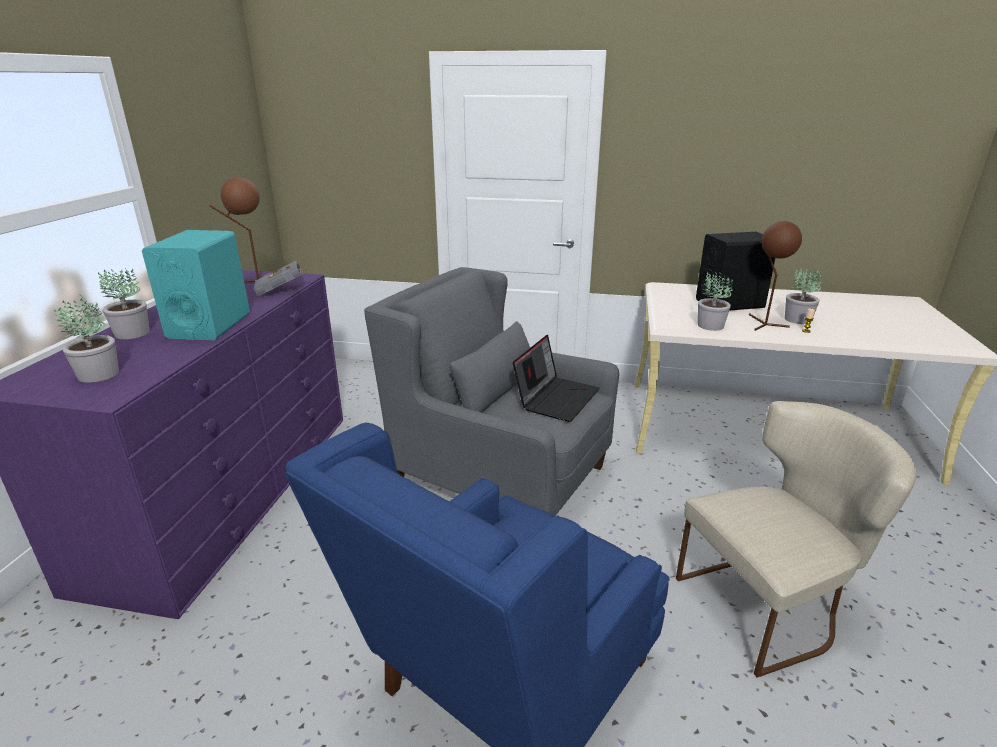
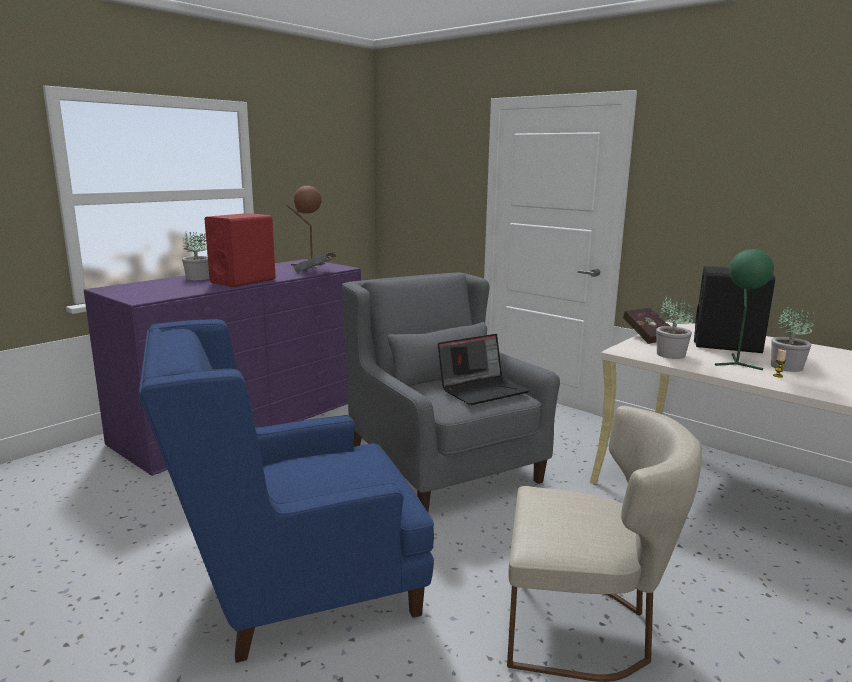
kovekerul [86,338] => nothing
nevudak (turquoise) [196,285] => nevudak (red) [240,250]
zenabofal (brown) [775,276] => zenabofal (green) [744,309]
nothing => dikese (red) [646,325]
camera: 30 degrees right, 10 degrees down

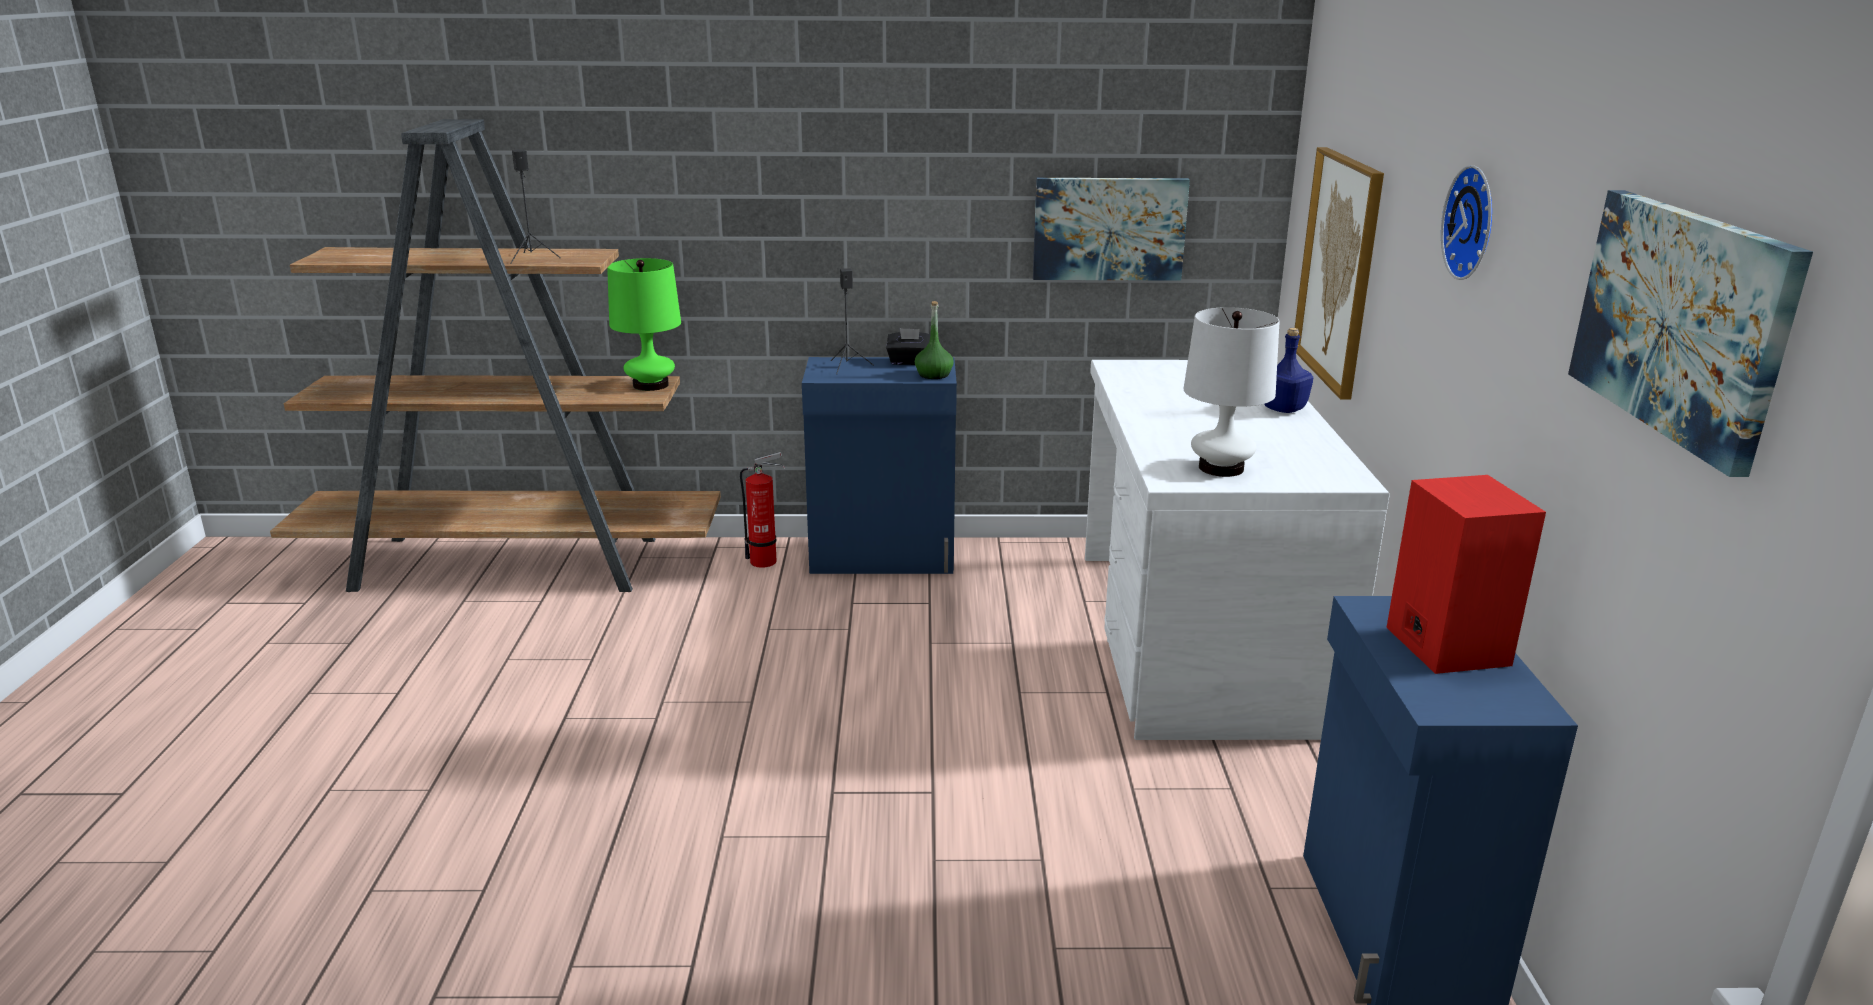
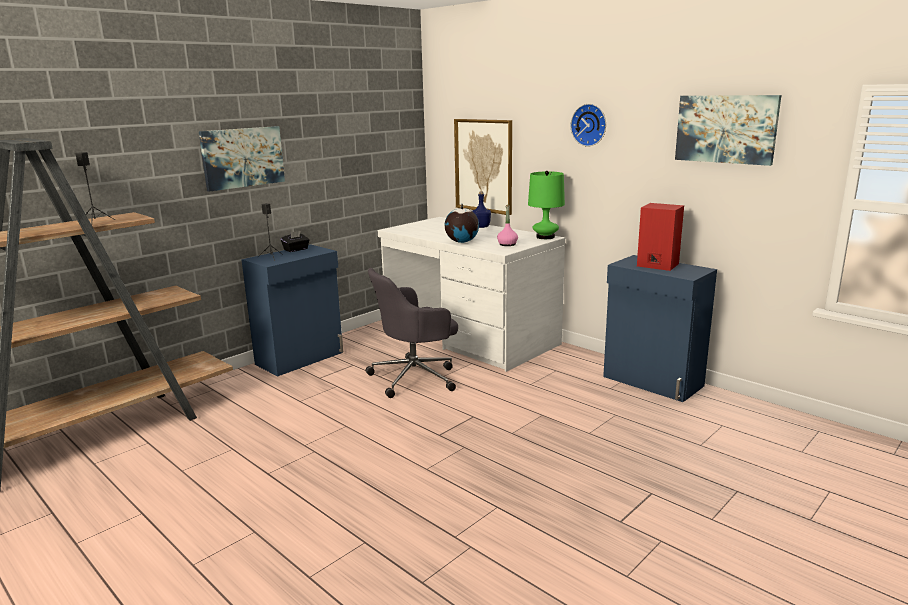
zenabofal (green) [644,324] => zenabofal (green) [546,205], relocated
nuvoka [762,510] => nothing
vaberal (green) [934,340] => nothing
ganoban [1111,229] => ganoban [242,159], relocated
zenabofal (white) [1232,392] => vaberal (pink) [507,225]
nothing => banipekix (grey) [411,333]
nothing => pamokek [461,223]
camera: 45 degrees left, 5 degrees down

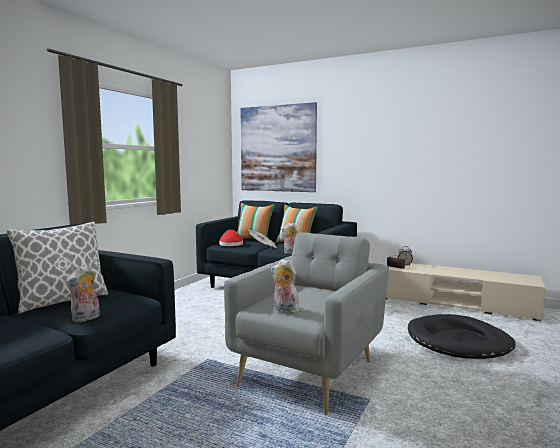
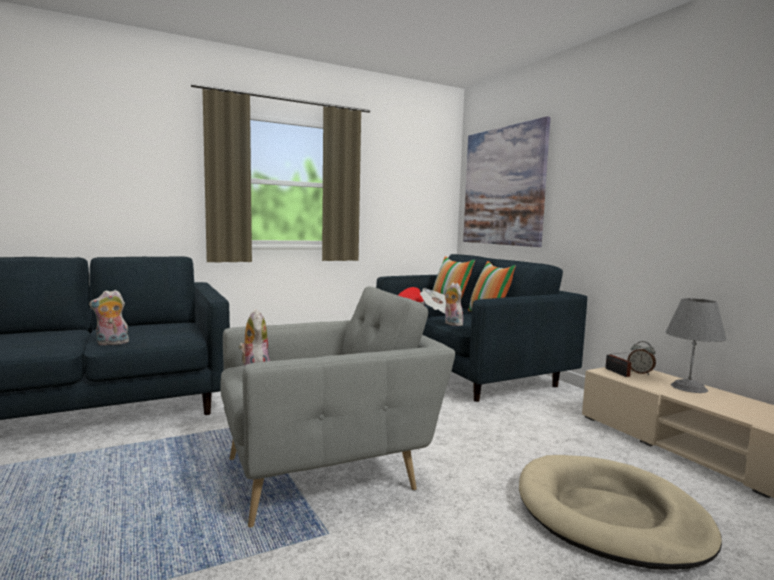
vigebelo [57,268] => nothing
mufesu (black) [462,336] => mufesu (beige) [620,512]
nothing => zenabofal (grey) [696,345]
camera: 35 degrees right, 0 degrees up

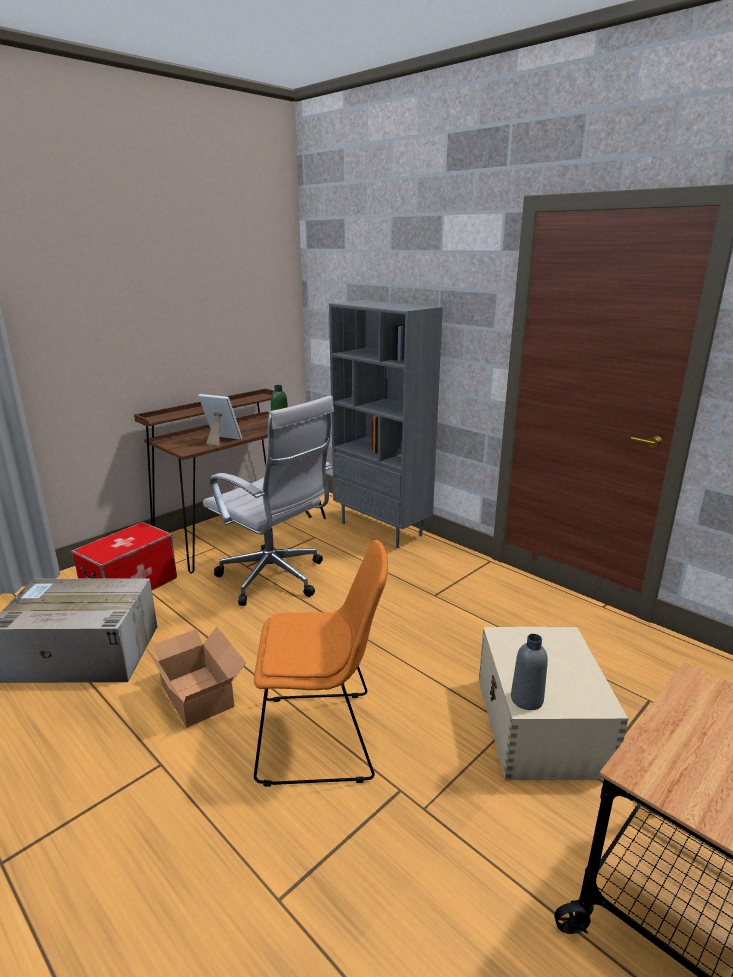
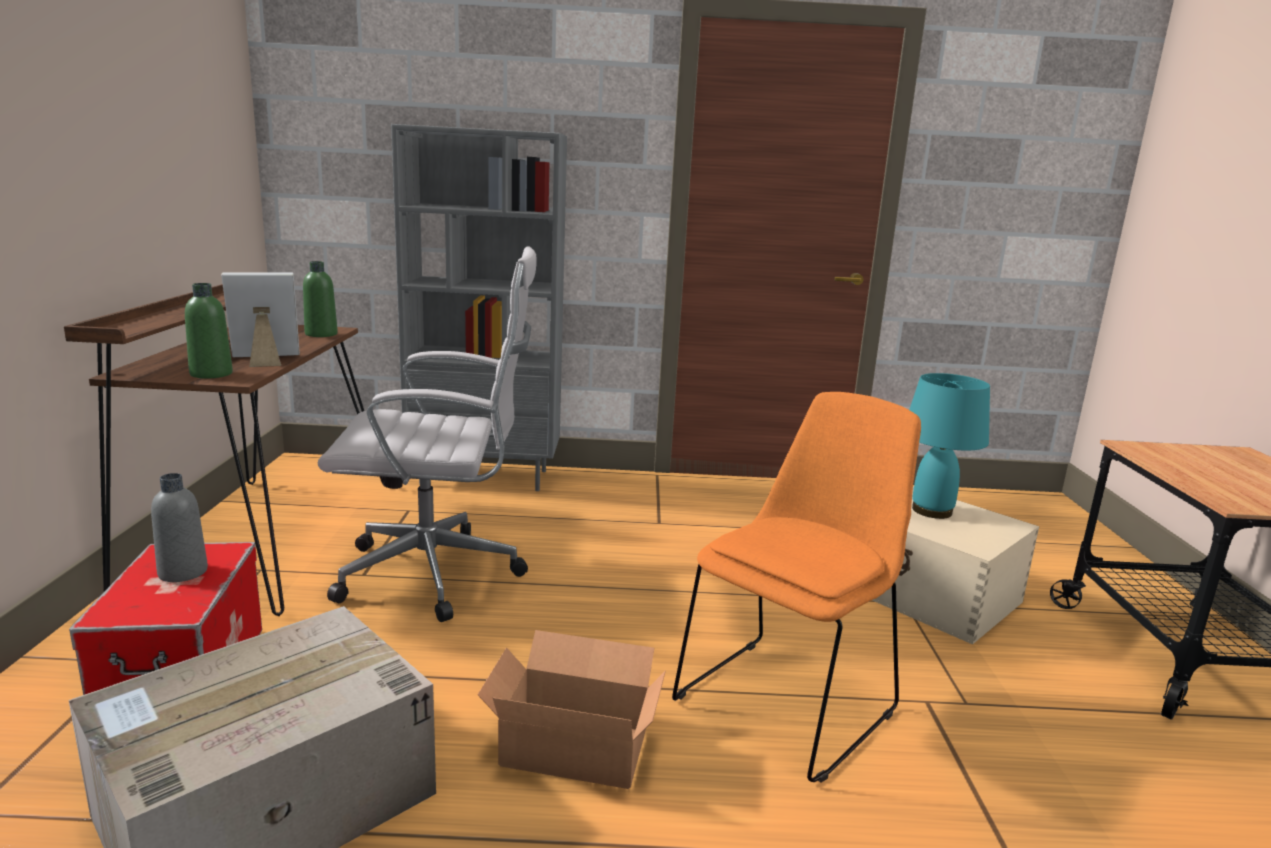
vaberal (grey) [529,672] => vaberal (grey) [179,527], relocated
nothing => vaberal (green) [209,331]
nothing => zenabofal (turquoise) [949,446]
camera: 45 degrees left, 5 degrees down

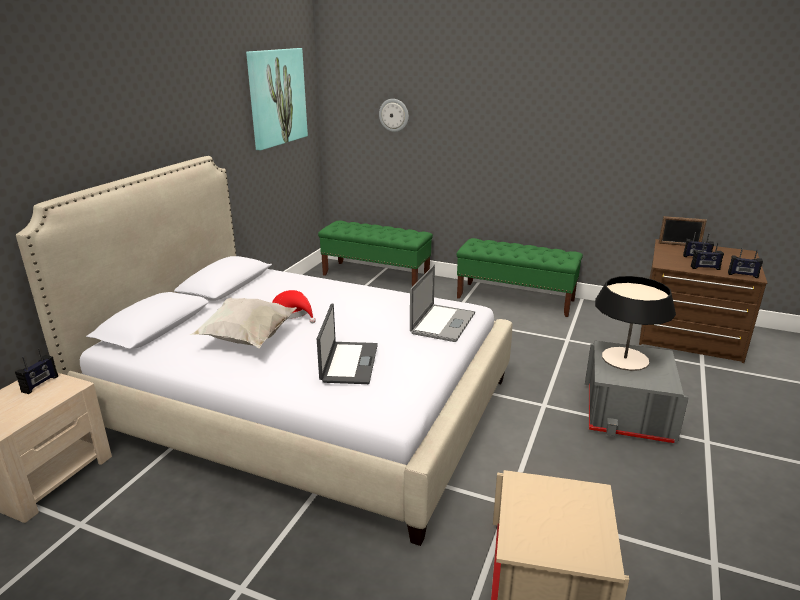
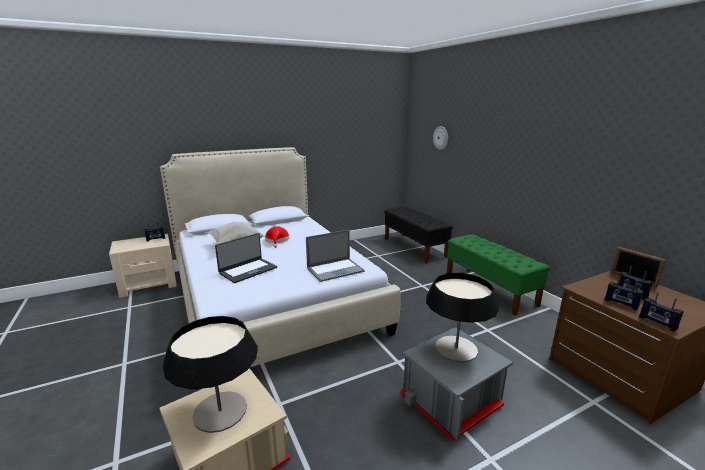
ganoban [277,99] => nothing
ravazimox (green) [375,254] => ravazimox (black) [418,234]
nothing => zenabofal [210,374]
camera: 40 degrees right, 5 degrees down

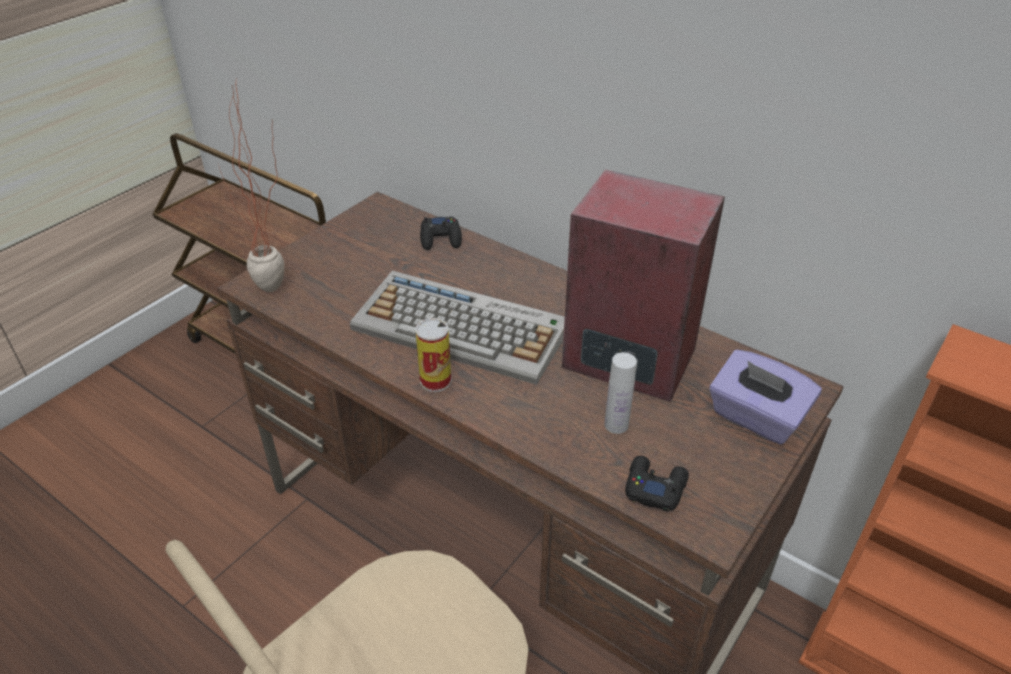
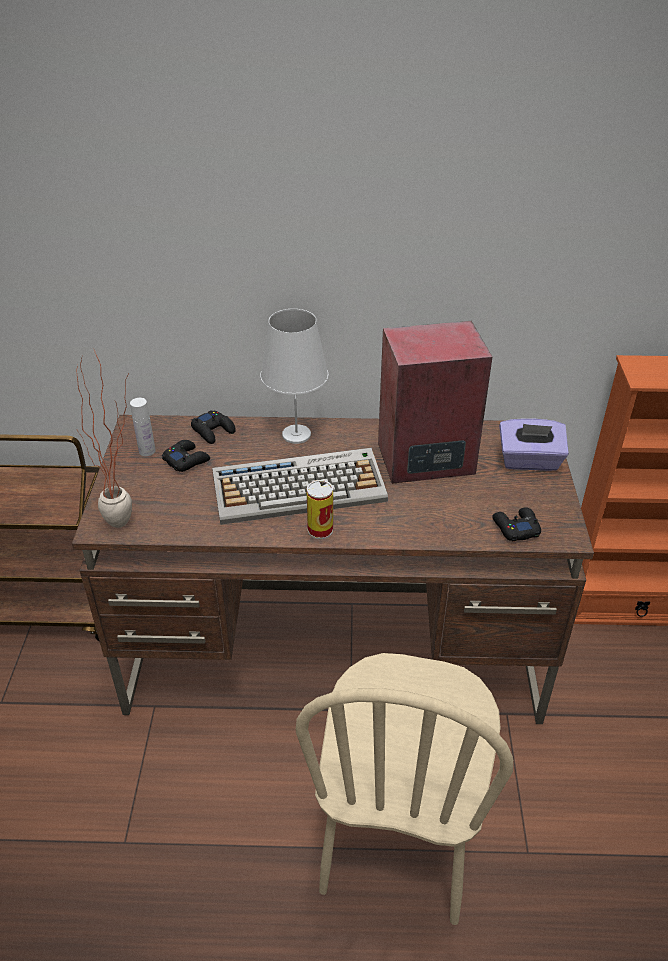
vaberal (white) [620,393] => vaberal (white) [143,427], relocated
nothing => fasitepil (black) [186,456]
nothing => zenabofal (white) [294,376]
camera: 35 degrees left, 0 degrees up

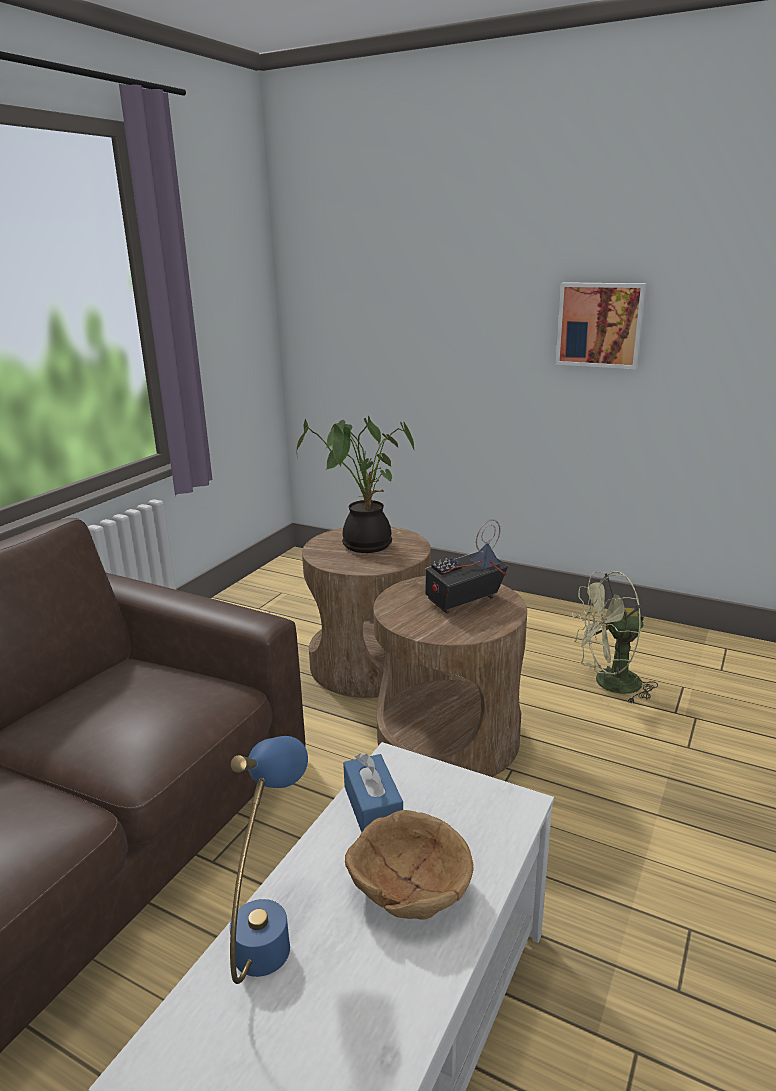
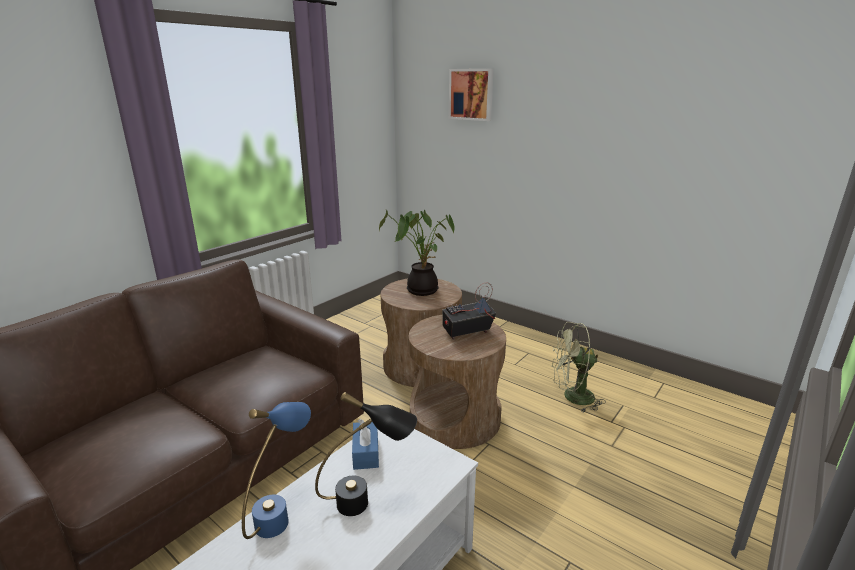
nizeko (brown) [409,865] => zenabofal (black) [366,454]
ganoban [601,325] => ganoban [471,95], relocated
camera: 10 degrees right, 0 degrees up

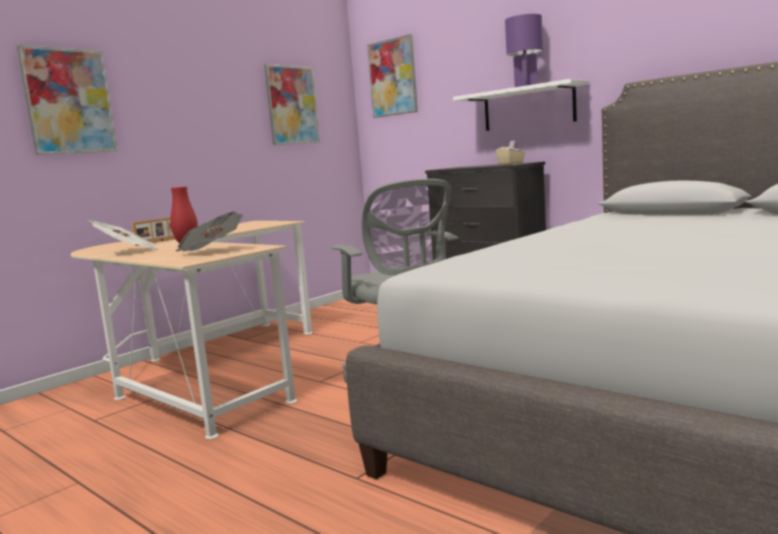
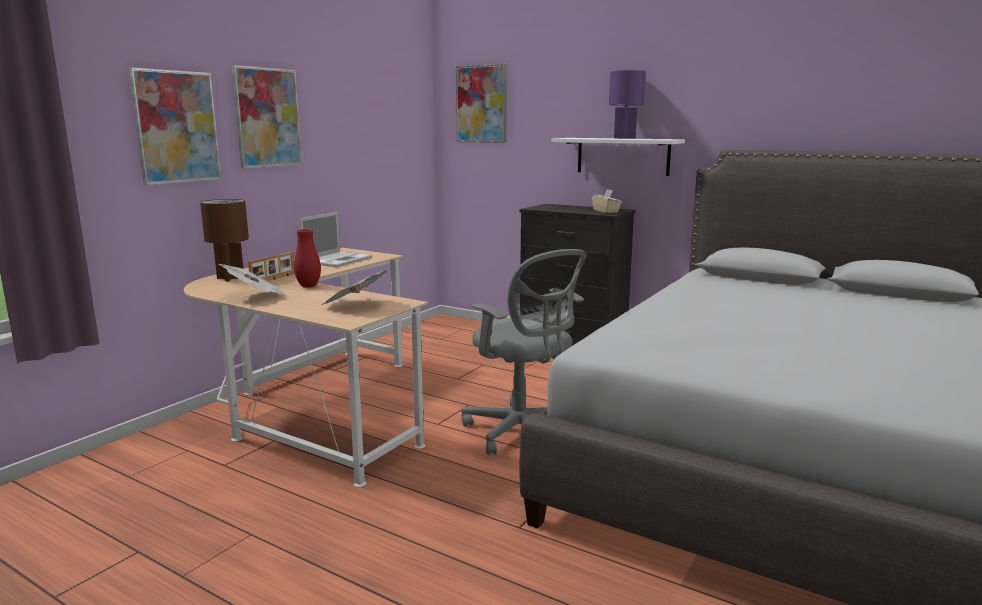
ganoban [292,104] => ganoban [266,117], relocated
nothing => zenabofal (brown) [224,240]
nothing => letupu [335,239]
camera: 10 degrees left, 5 degrees up

